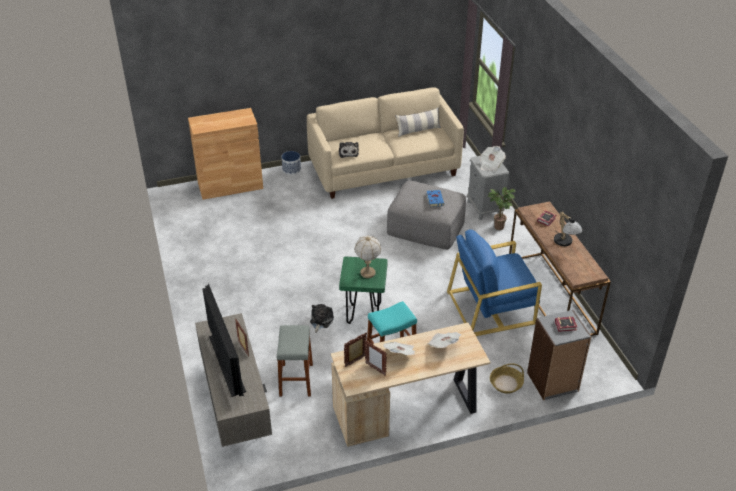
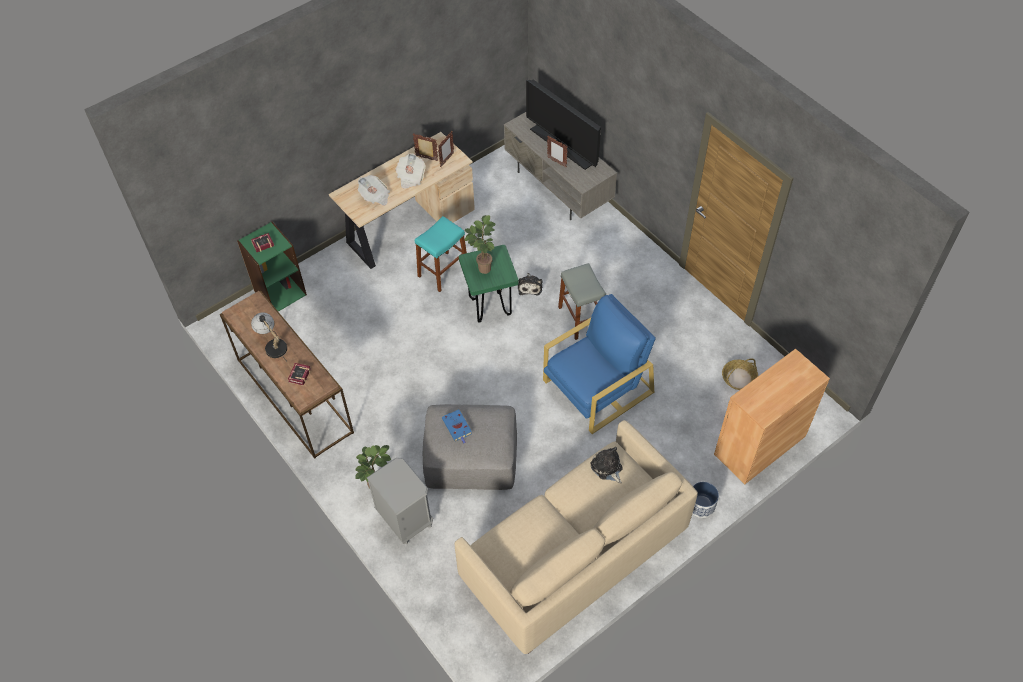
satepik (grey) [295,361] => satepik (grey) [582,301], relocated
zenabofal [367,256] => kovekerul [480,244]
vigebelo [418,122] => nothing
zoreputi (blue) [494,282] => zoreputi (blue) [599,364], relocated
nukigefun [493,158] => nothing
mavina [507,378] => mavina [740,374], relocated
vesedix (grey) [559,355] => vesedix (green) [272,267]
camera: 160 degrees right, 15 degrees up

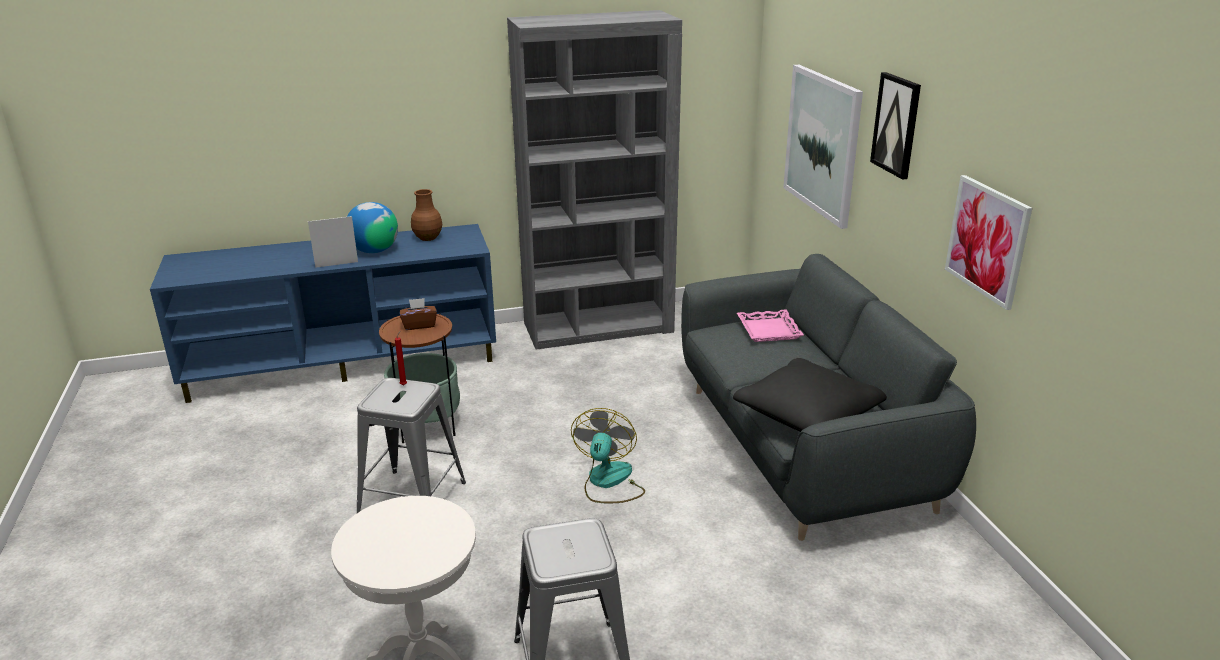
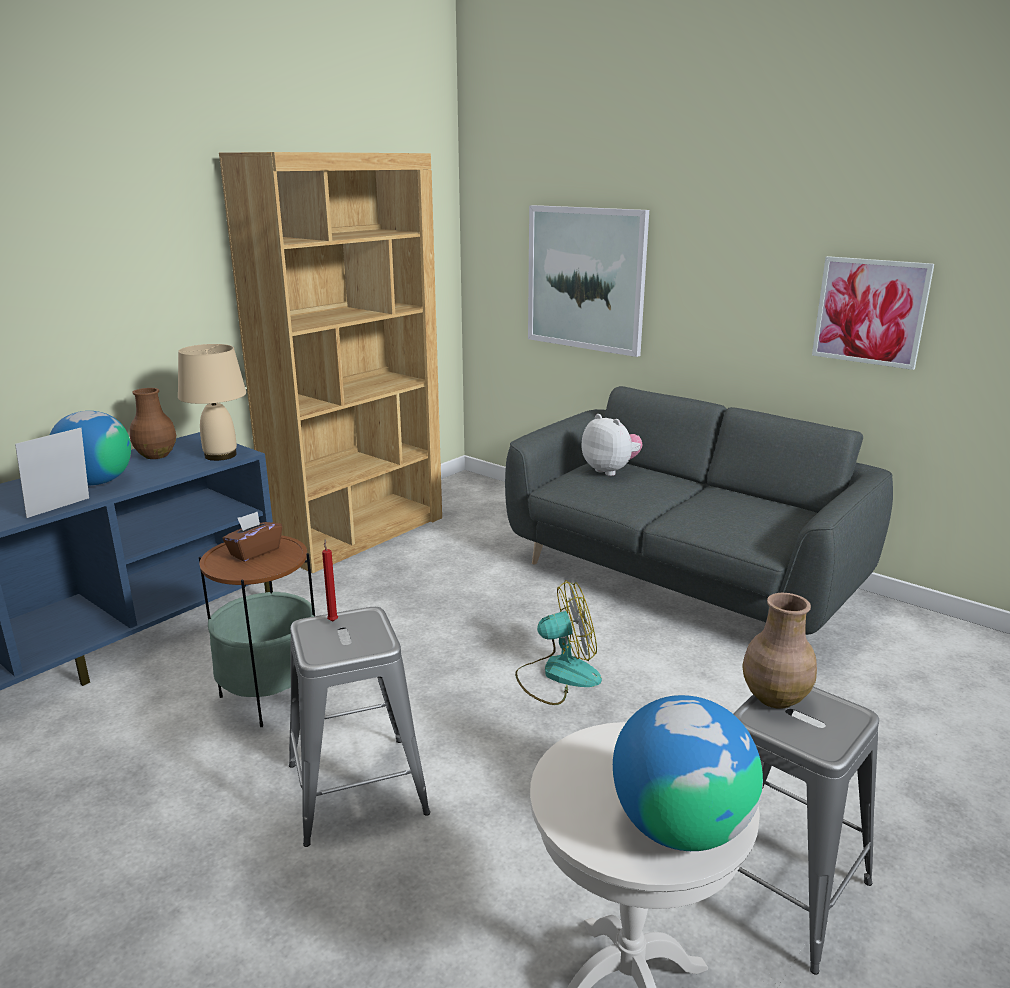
vesedix (grey) [594,180] => vesedix (brown) [330,362]
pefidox [608,455] => pefidox [558,642], 105 degrees clockwise
vigebelo (black) [810,395] => nothing
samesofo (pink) [770,325] => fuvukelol [611,445]
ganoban [895,126] => nothing
nothing => zenabofal (beige) [212,402]
nothing => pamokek [688,773]
nothing => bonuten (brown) [780,651]
camera: 35 degrees left, 5 degrees down

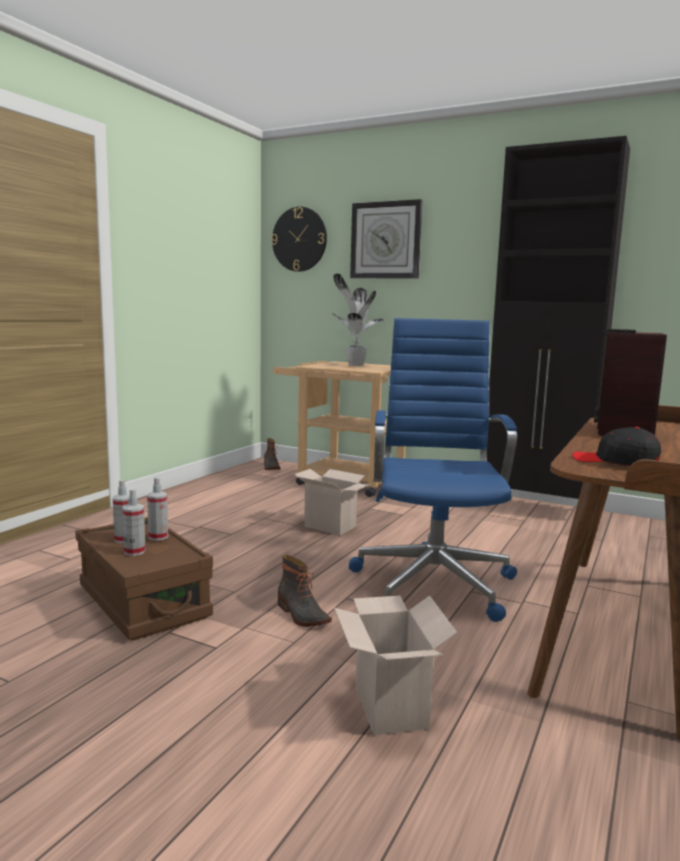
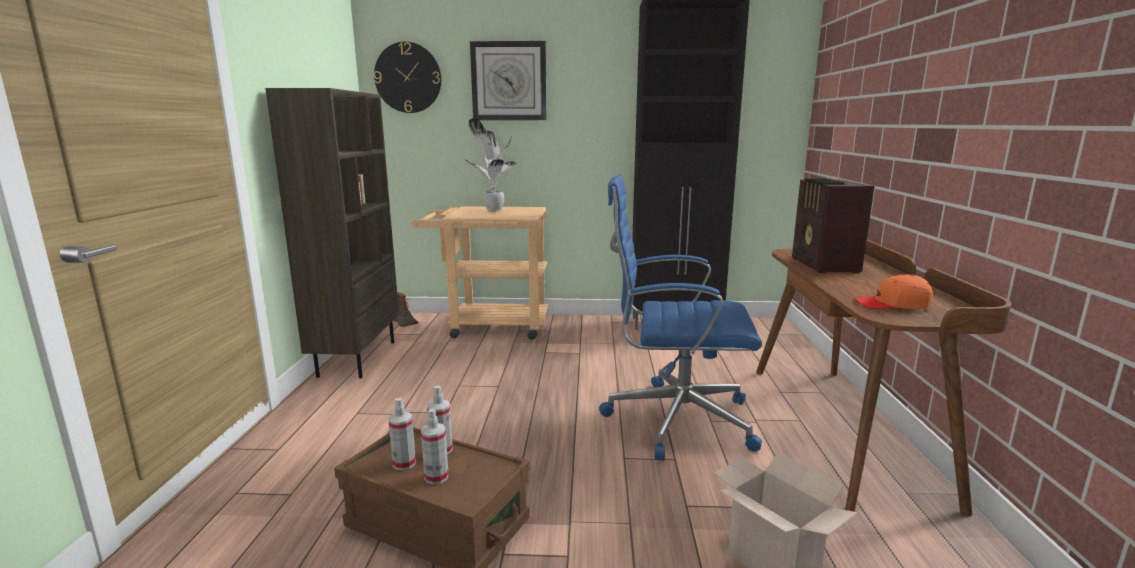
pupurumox [305,591] => nothing
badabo [332,502] => nothing
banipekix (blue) [433,470] => banipekix (blue) [680,317], 60 degrees counterclockwise
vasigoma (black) [617,446] => vasigoma (orange) [893,291]
nothing => vesedix (brown) [332,233]
camera: 25 degrees left, 5 degrees up

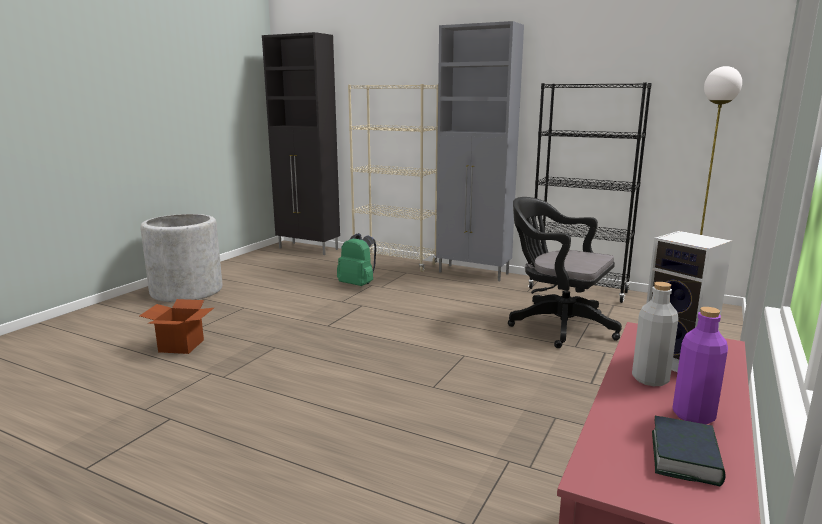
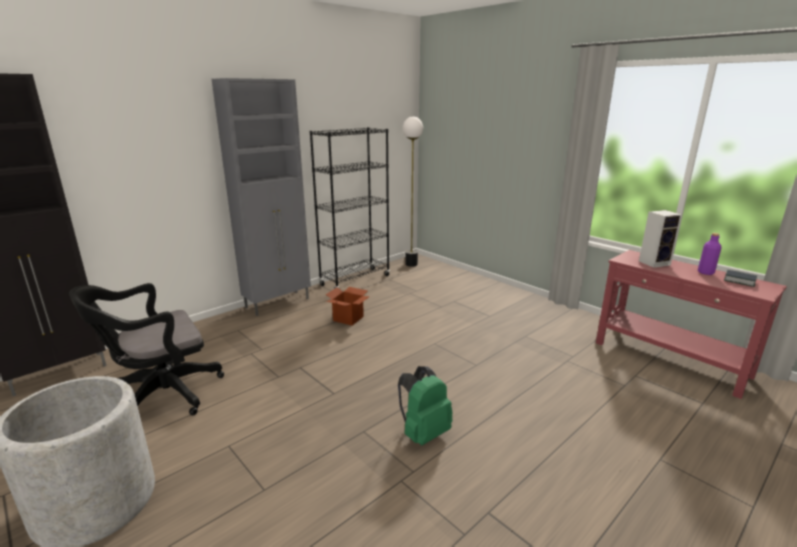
badabo [177,326] => badabo [348,306], relocated
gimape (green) [356,259] => gimape (green) [425,405], relocated
vesedix (beige) [393,178] => nothing
banipekix (black) [565,272] => banipekix (black) [146,349], relocated
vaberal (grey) [655,334] => nothing
camera: 70 degrees left, 5 degrees up

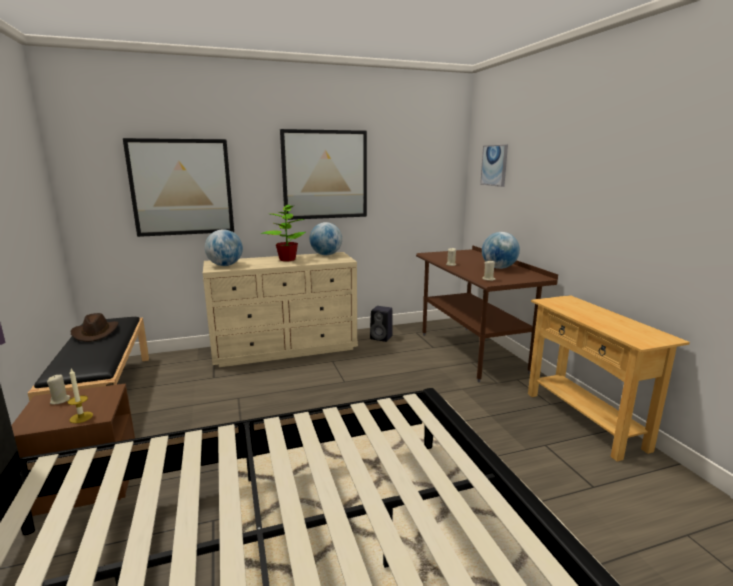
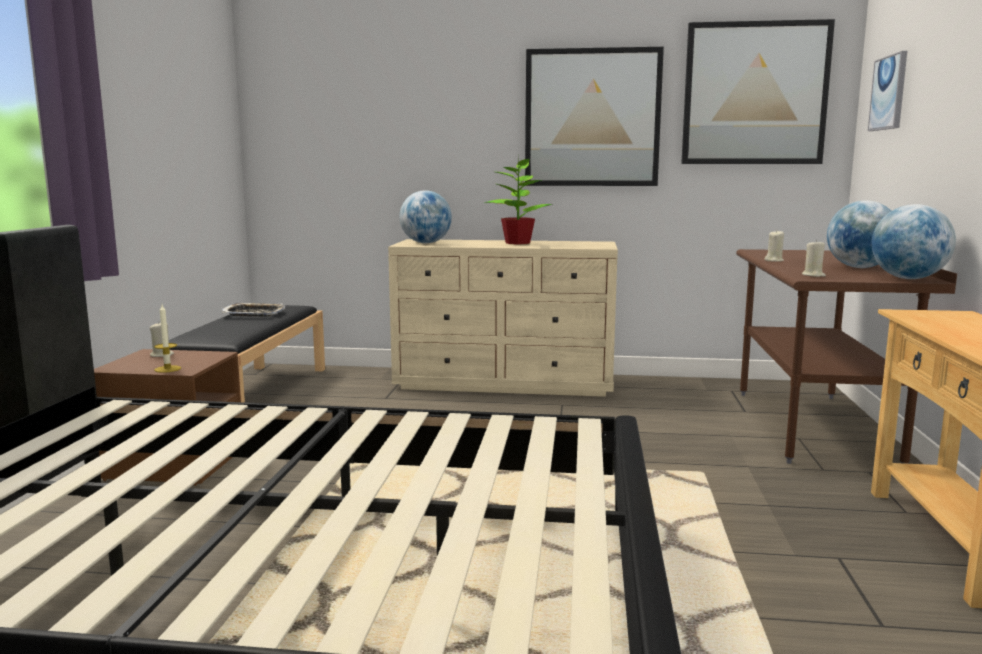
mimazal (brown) [95,327] => samesofo [254,310]
ganoban [178,187] => ganoban [758,91], relocated
pamokek [326,238] => pamokek [913,241], relocated
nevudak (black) [381,324] => nothing
camera: 25 degrees right, 5 degrees down

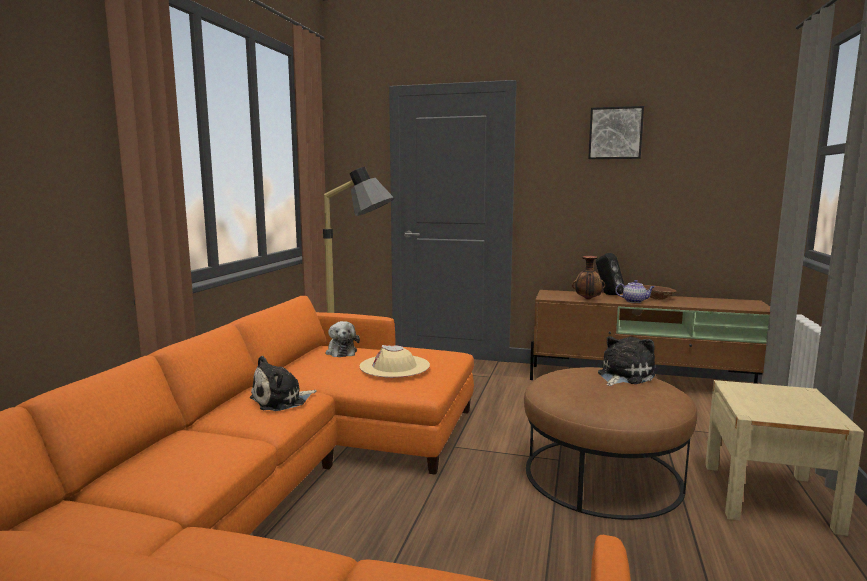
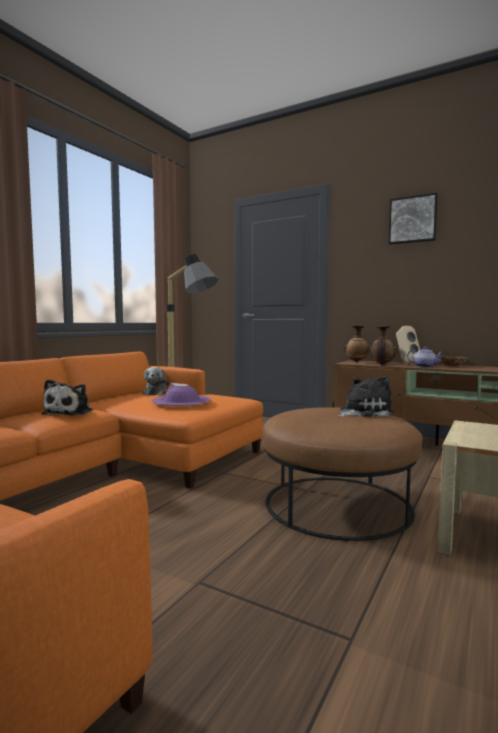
fuvukelol [283,383] => fuvukelol [67,397], 60 degrees counterclockwise
mimazal (beige) [394,361] => mimazal (purple) [181,394]
nevudak (black) [610,274] => nevudak (beige) [408,345]
nothing => bonuten [357,344]
camera: 15 degrees right, 5 degrees down

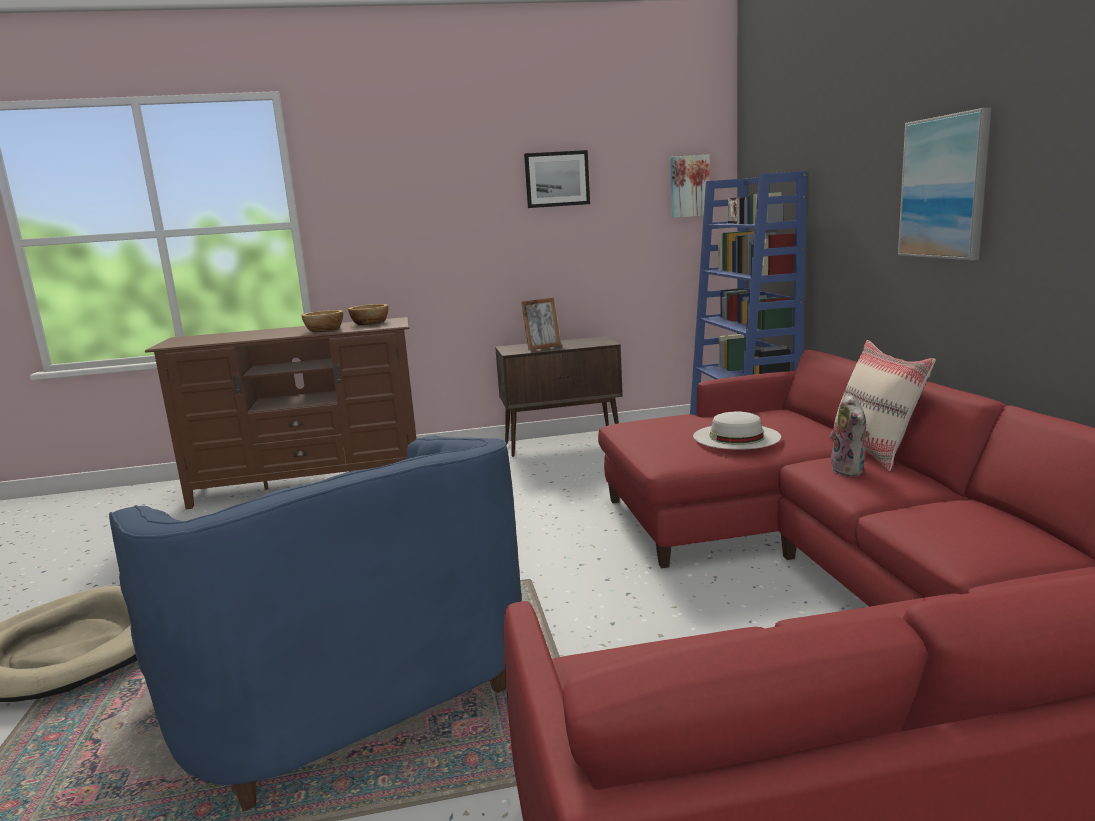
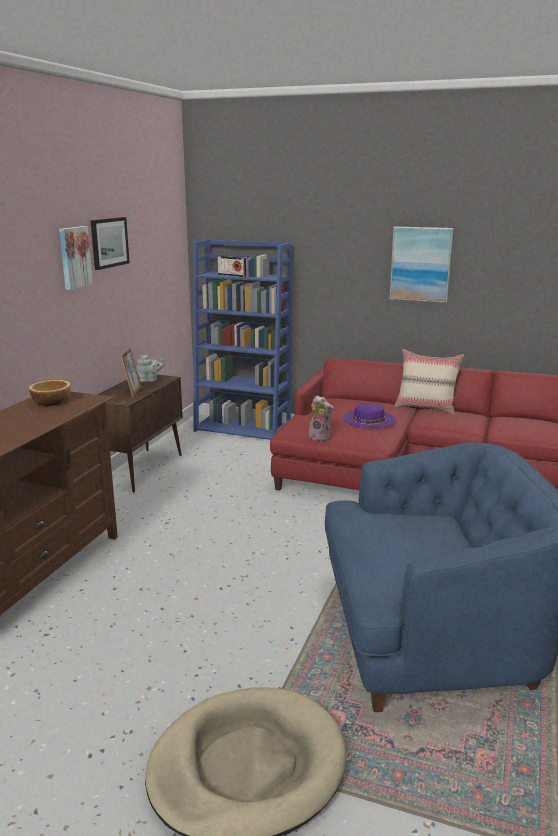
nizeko [322,321] => nothing
ganoban [690,186] => ganoban [76,258], relocated
mimazal (white) [737,430] => mimazal (purple) [369,415]
fuvukelol [850,435] => fuvukelol [321,418], relocated
nothing => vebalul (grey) [150,368]
camera: 60 degrees left, 5 degrees up

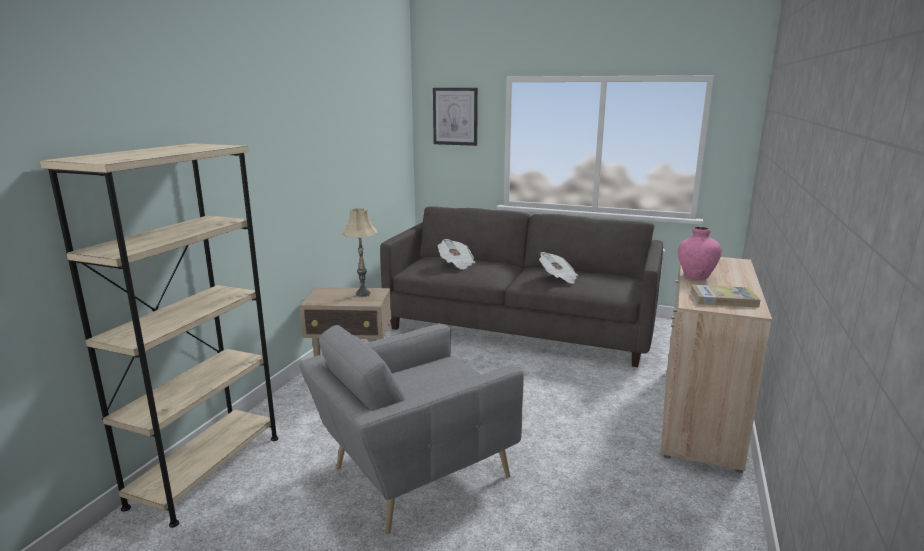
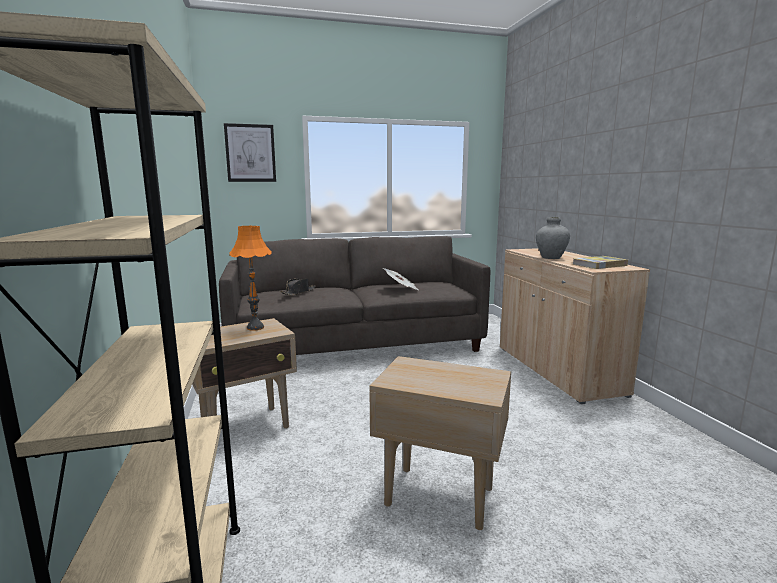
zoreputi (grey) [411,429] => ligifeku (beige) [440,443]
zenabofal (beige) [359,252] => zenabofal (orange) [250,278]
nukigefun [456,254] => mimazal (black) [297,287]
bonuten (pink) [700,253] => bonuten (grey) [553,238]
camera: 35 degrees left, 5 degrees down

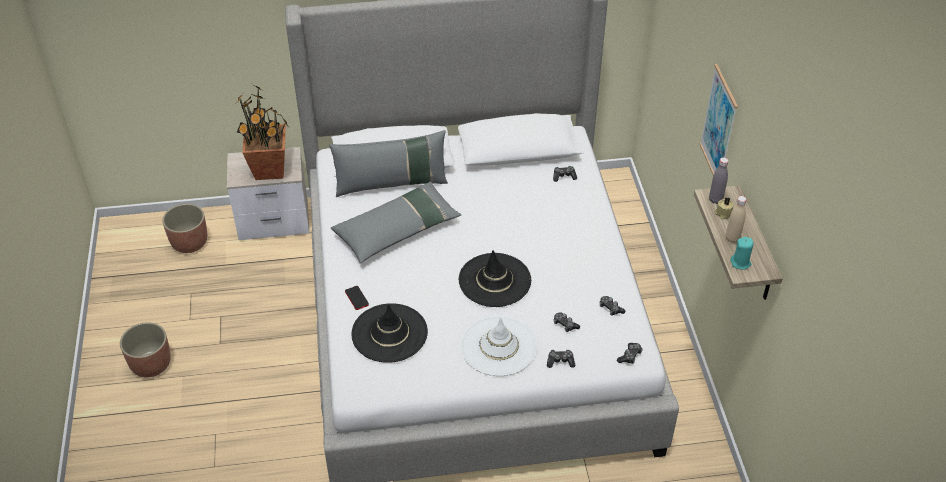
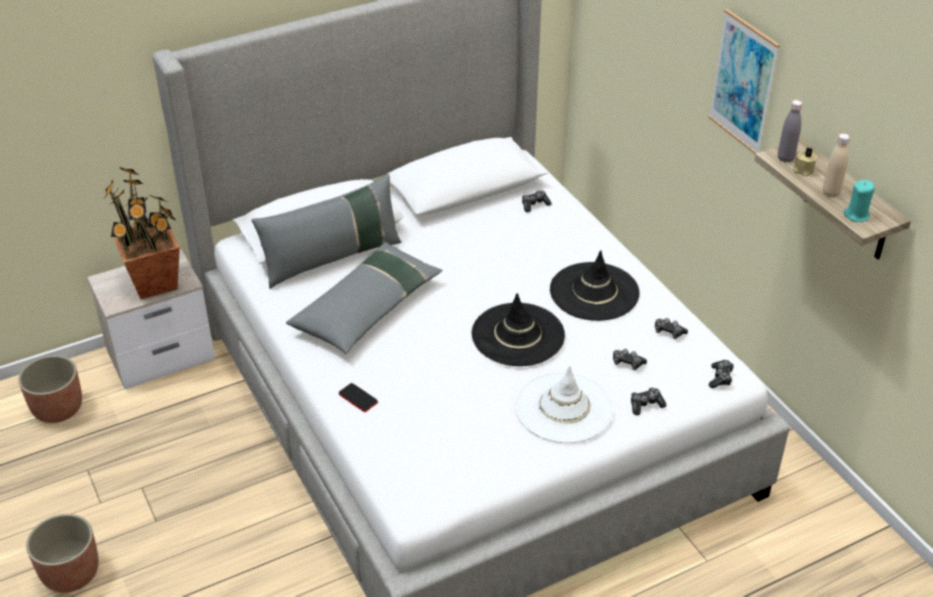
mimazal (black) [389,333] => mimazal (black) [595,285], relocated
camera: 20 degrees left, 5 degrees down

